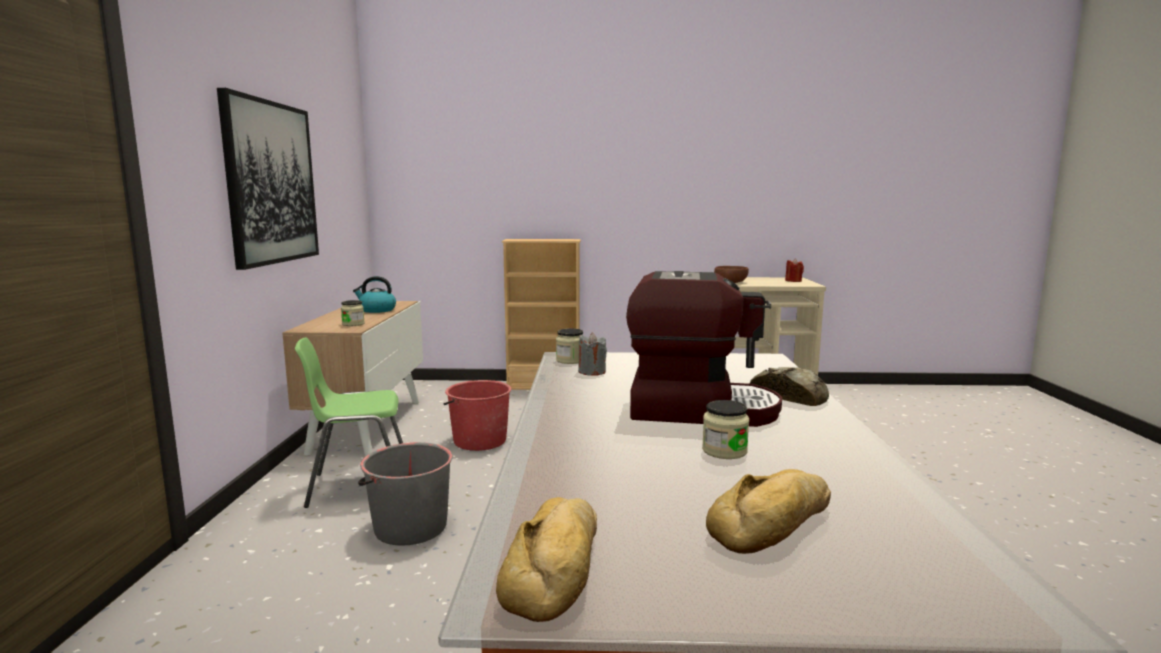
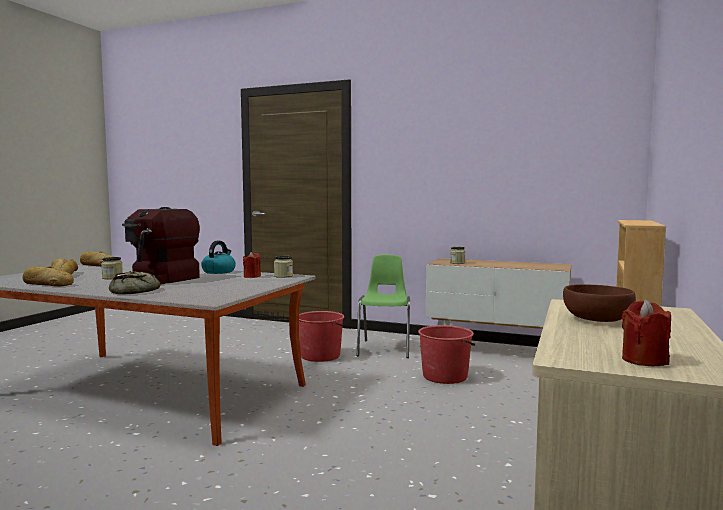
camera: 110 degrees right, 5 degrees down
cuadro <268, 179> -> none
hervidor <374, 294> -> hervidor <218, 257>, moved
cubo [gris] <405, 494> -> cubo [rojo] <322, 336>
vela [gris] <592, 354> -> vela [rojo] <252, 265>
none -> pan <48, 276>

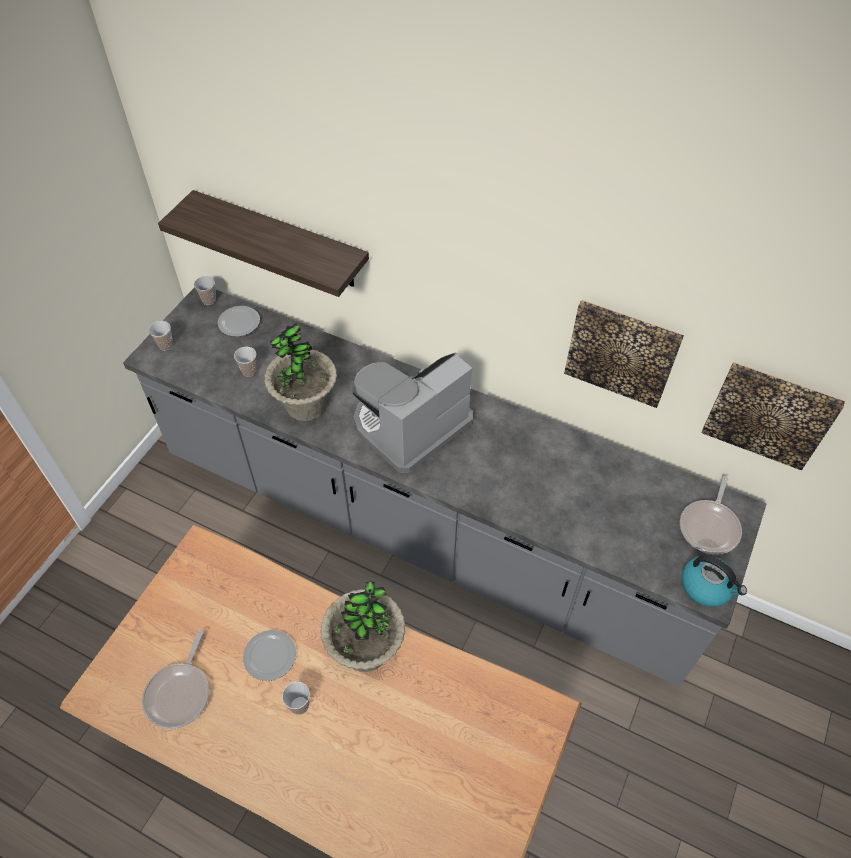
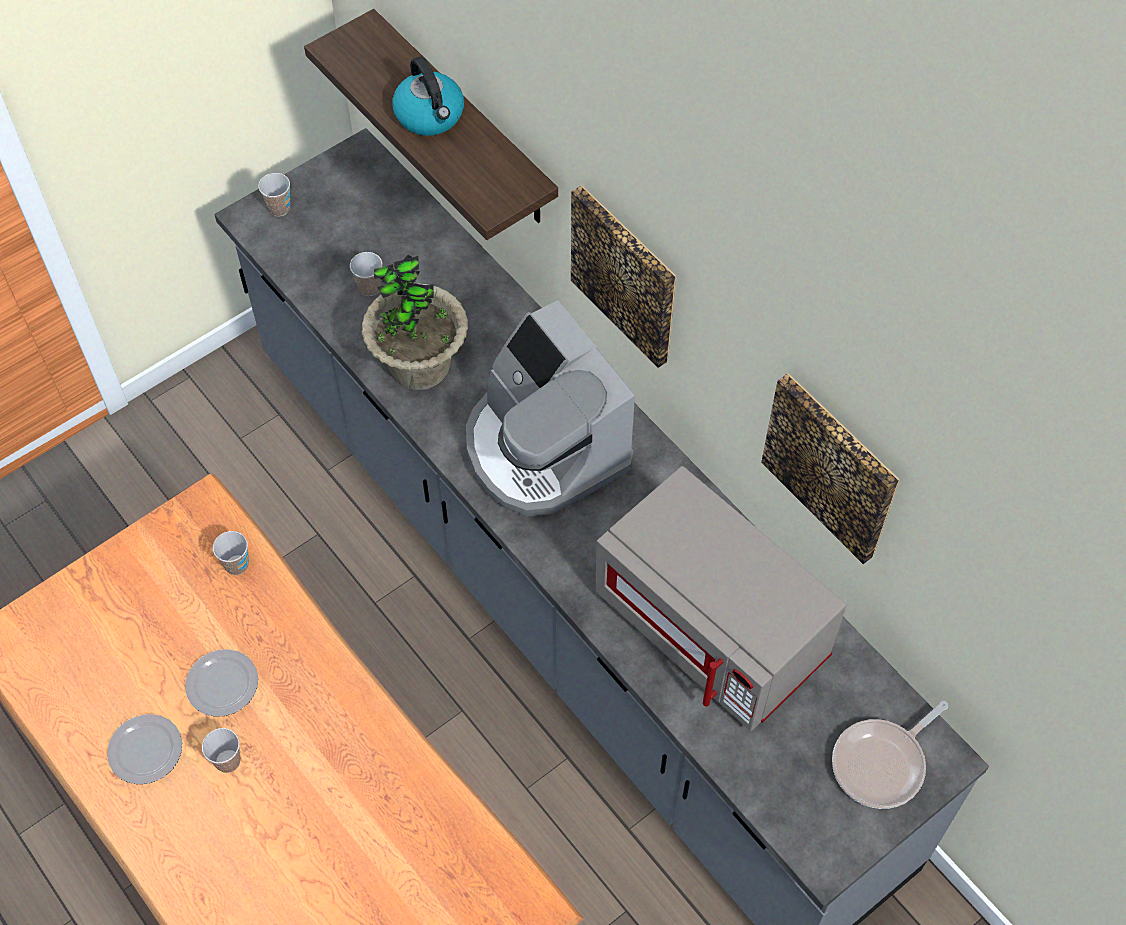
camera: 25 degrees right, 5 degrees up
sartén <175, 679> -> none
taza <205, 290> -> taza <231, 553>, moved
plato <239, 321> -> plato <144, 749>, moved
planta en maceta <362, 627> -> none
cafetera <412, 412> -> cafetera <550, 408>, 105 degrees counterclockwise
hervidor <714, 581> -> hervidor <428, 96>, moved
cuadro <773, 416> -> cuadro <623, 276>, moved
none -> microondas [gris] <721, 598>

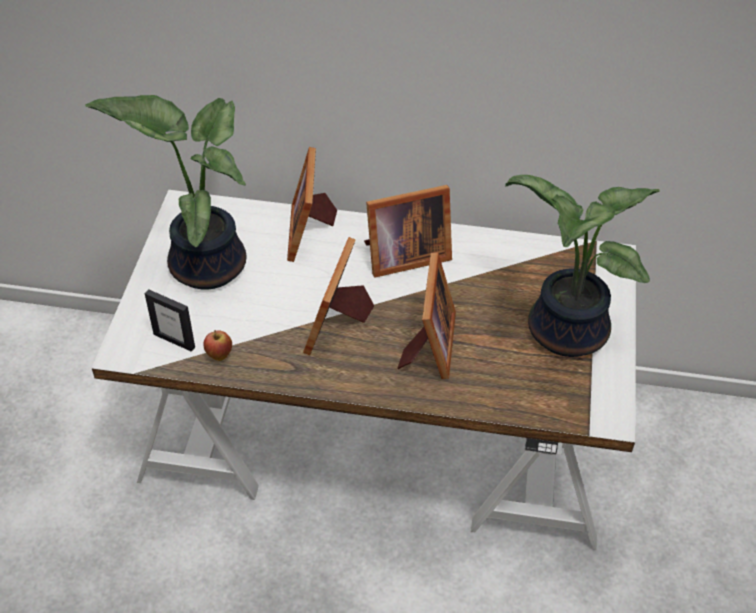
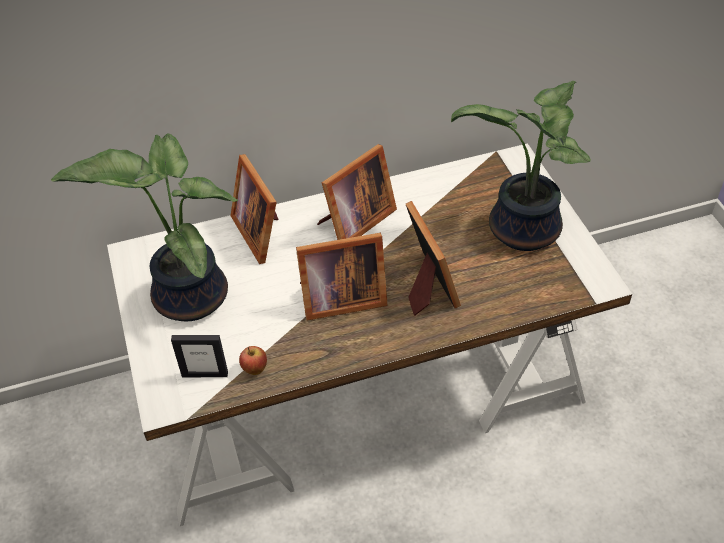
camera: 25 degrees left, 0 degrees up
portarretratos <338, 296> -> portarretratos <341, 276>, 90 degrees counterclockwise

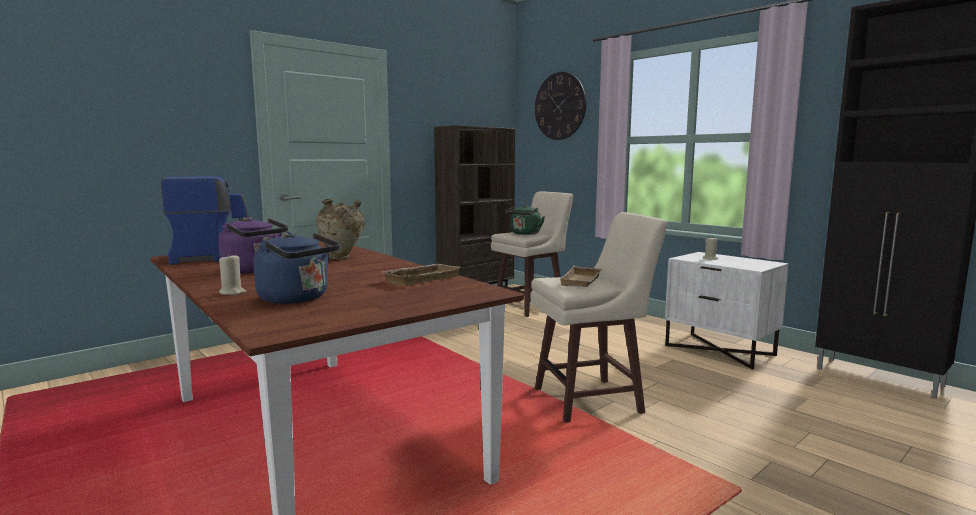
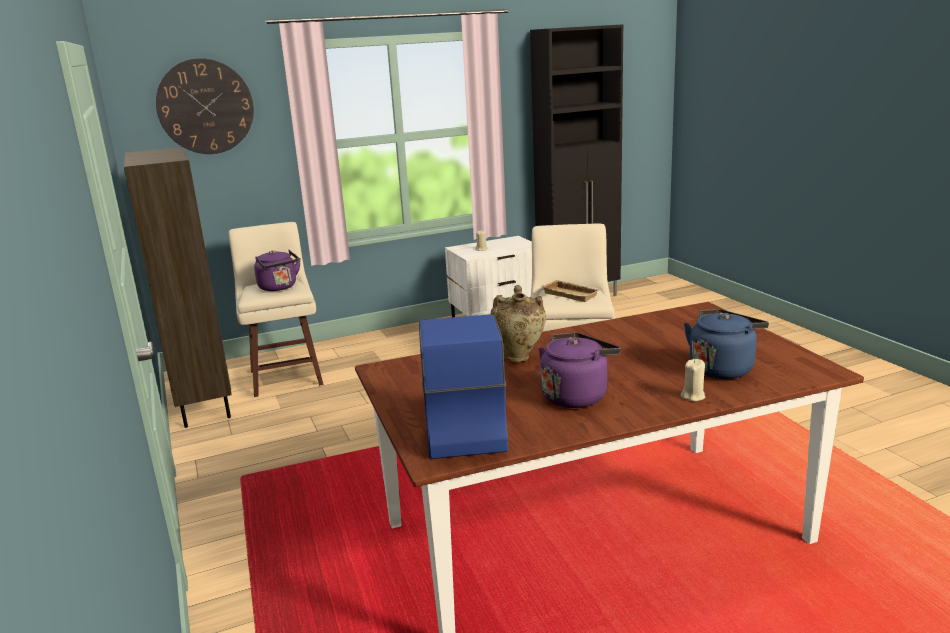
camera: 70 degrees left, 10 degrees up
bandeja [beis] <420, 275> -> none
hervidor [verde] <525, 220> -> hervidor [morado] <277, 270>

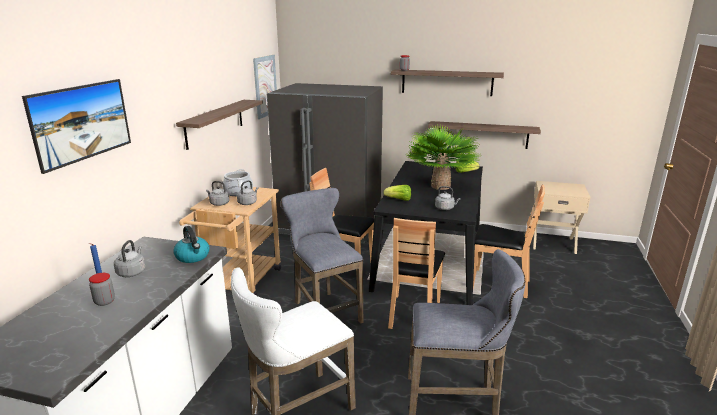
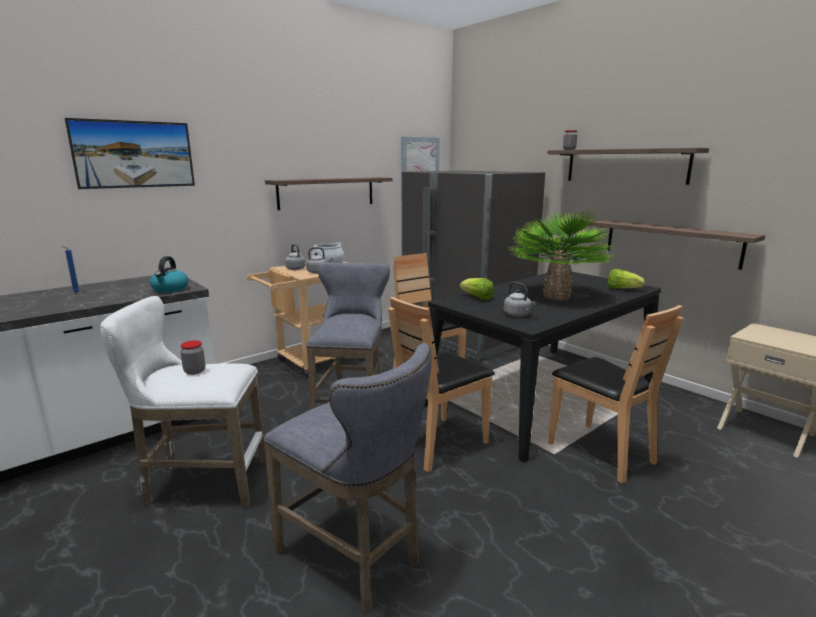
camera: 35 degrees right, 5 degrees down
tarro <102, 289> -> tarro <192, 357>, moved
hervidor [gris] <129, 258> -> none

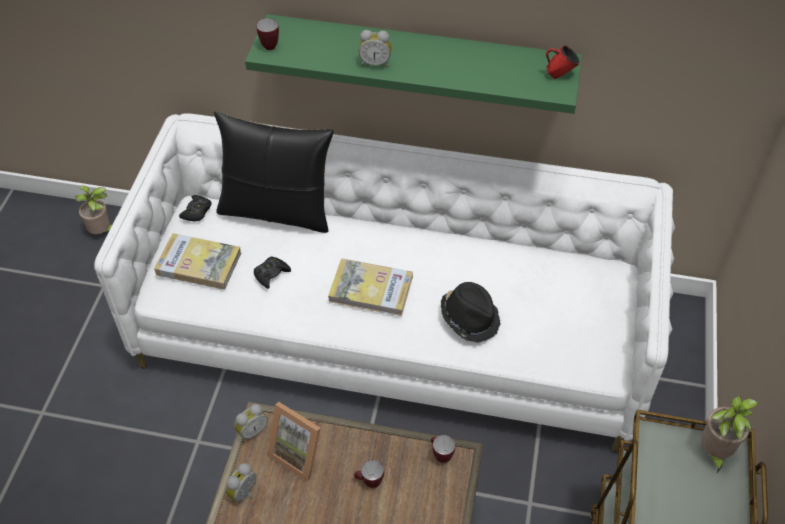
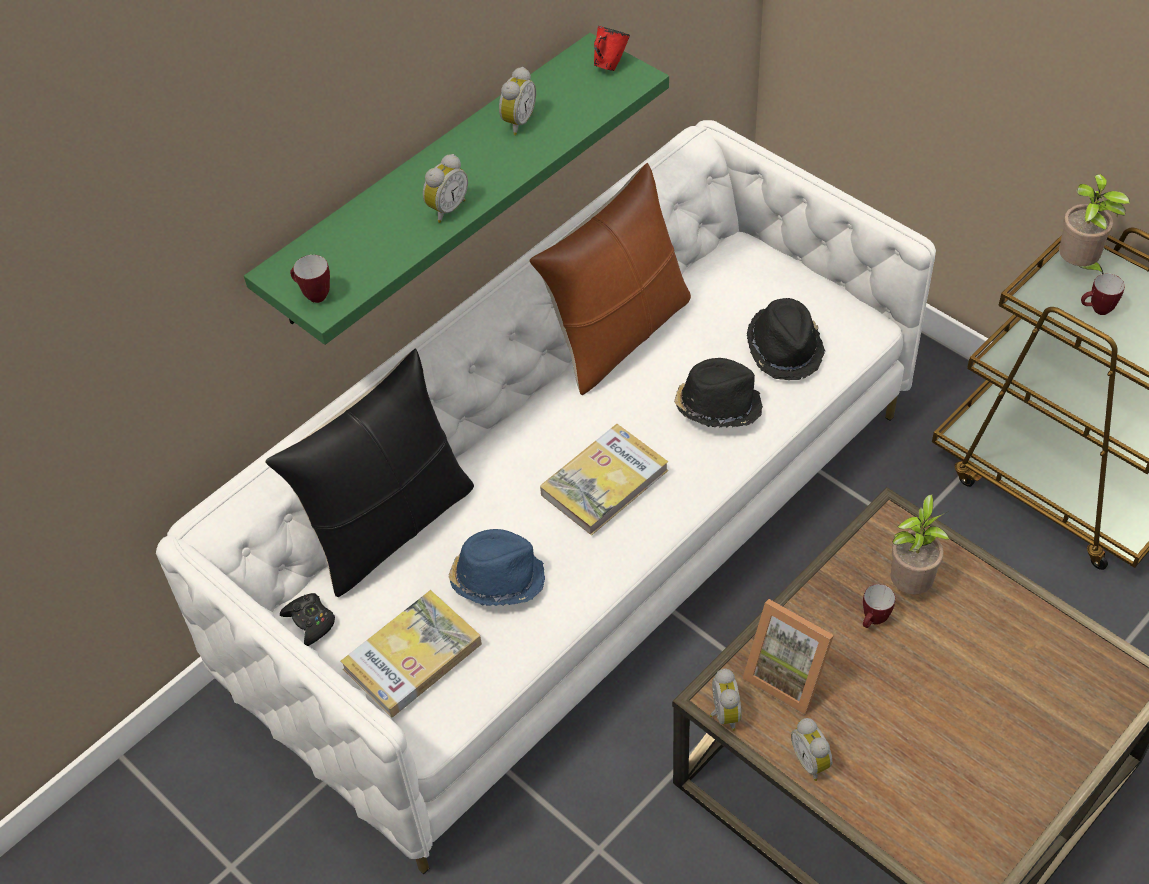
camera: 55 degrees left, 0 degrees up
planta en maceta <94, 209> -> planta en maceta <920, 544>, moved
mando de consola [negro] <272, 273> -> sombrero [azul] <496, 567>
portarretratos <294, 442> -> portarretratos <788, 657>, 60 degrees clockwise
taza grande <443, 449> -> taza grande <1103, 294>, moved
none -> despertador <517, 101>
none -> cojín [marrón] <610, 279>
none -> sombrero [negro] <786, 339>

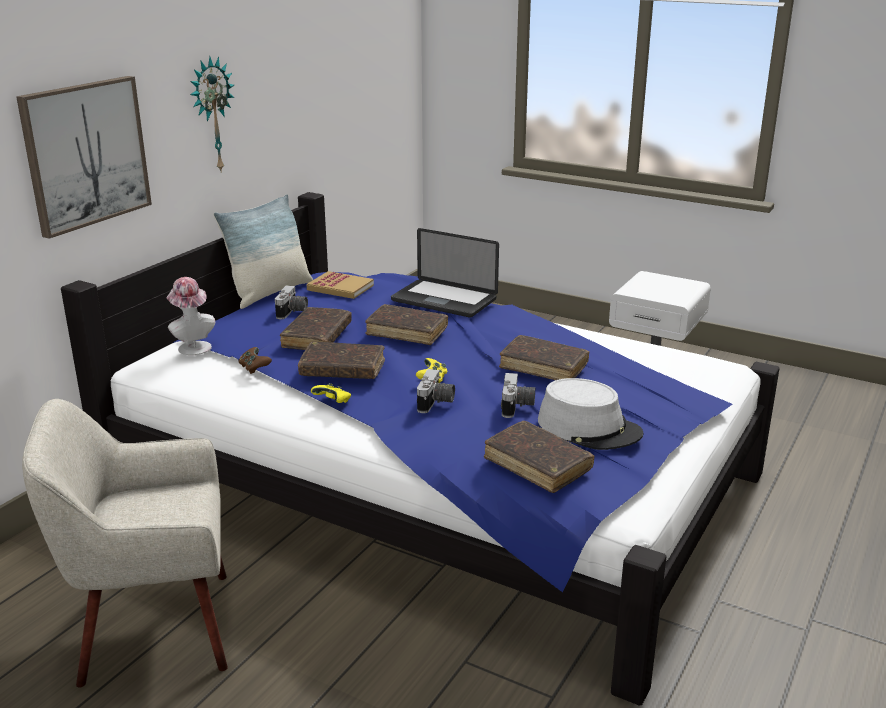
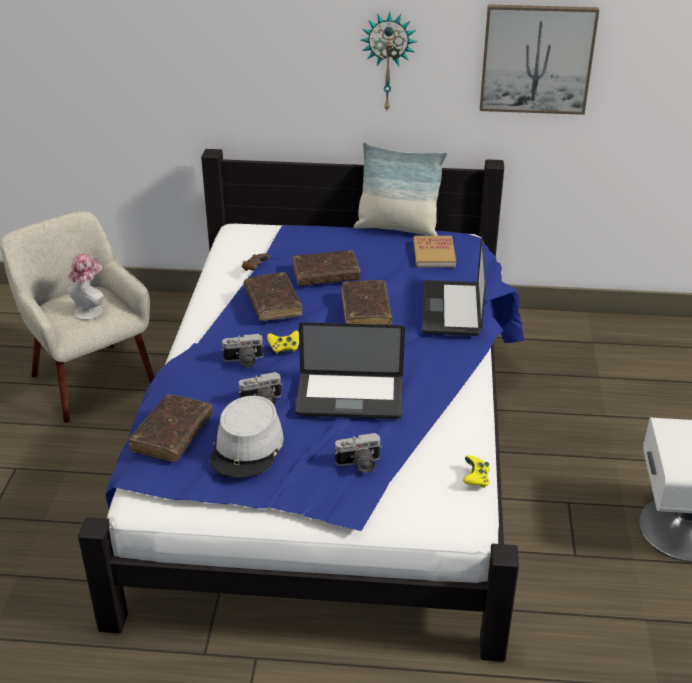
camera: 65 degrees right, 10 degrees up
cuadro <84, 157> -> cuadro <539, 59>, moved
sombrero <190, 316> -> sombrero <85, 287>, moved
cámara <291, 302> -> cámara <358, 453>, moved
mando de consola [amarillo] <331, 393> -> mando de consola [amarillo] <476, 471>, moved
libro [marrón] <544, 357> -> portátil <350, 370>

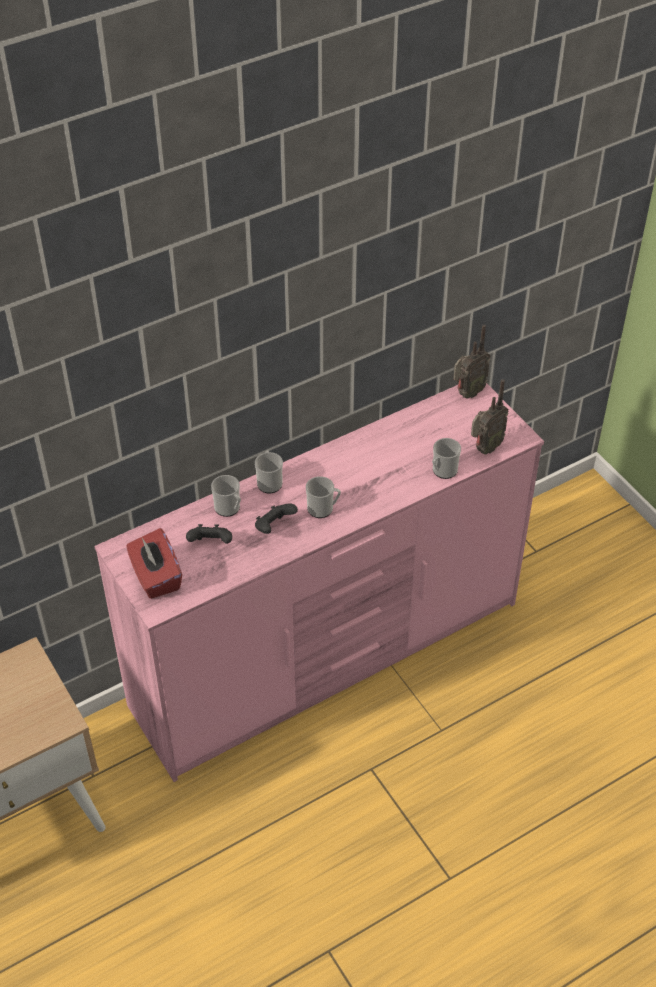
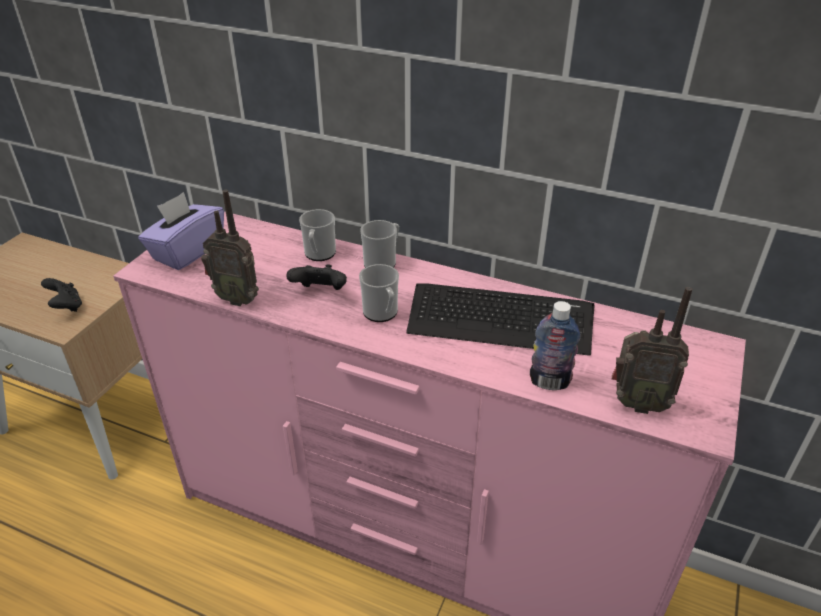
camera: 55 degrees right, 10 degrees down
caja de pañuelos [rojo] <154, 563> -> caja de pañuelos [morado] <181, 231>
mando de consola [negro] <209, 534> -> mando de consola [negro] <61, 295>, moved
taza grande <446, 458> -> botella <555, 345>
radio <471, 361> -> radio <230, 248>, moved
none -> teclado <500, 319>

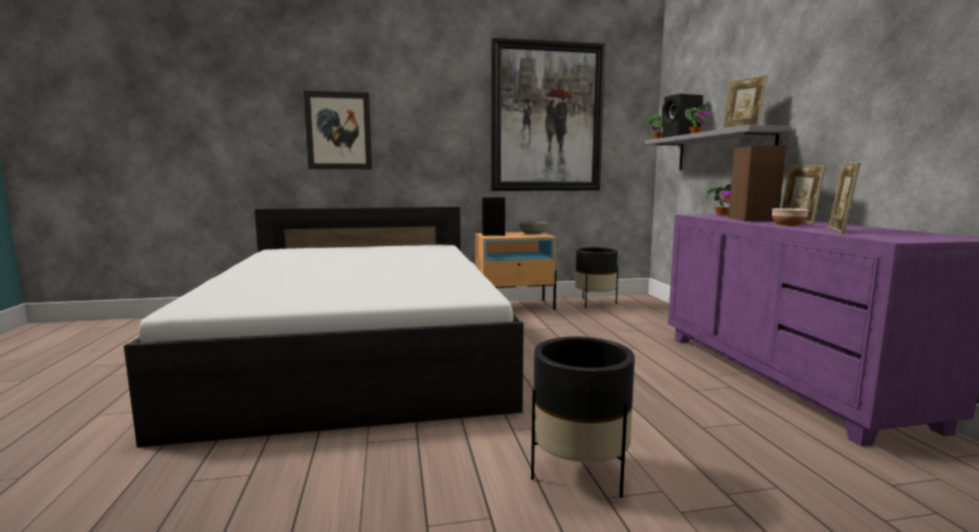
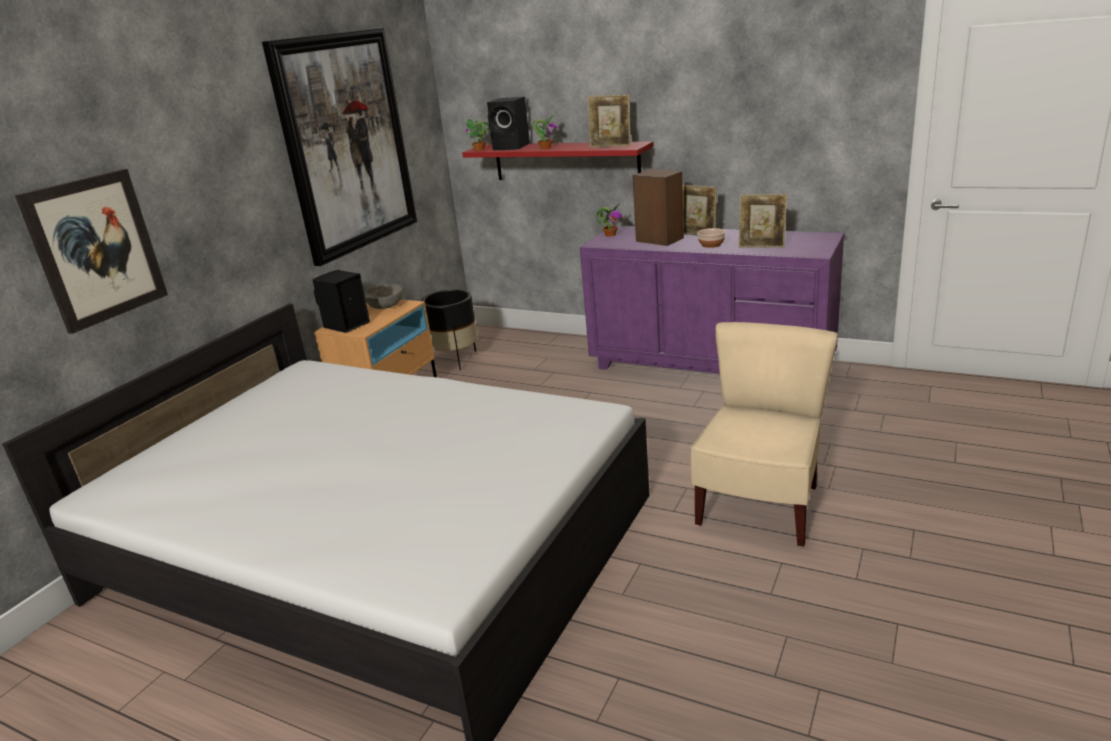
camera: 50 degrees left, 15 degrees up
maceta [negro] <583, 417> -> silla [beis] <764, 434>
estante [gris] <717, 148> -> estante [rojo] <558, 160>
portarretratos <844, 198> -> portarretratos <763, 221>, 45 degrees counterclockwise

